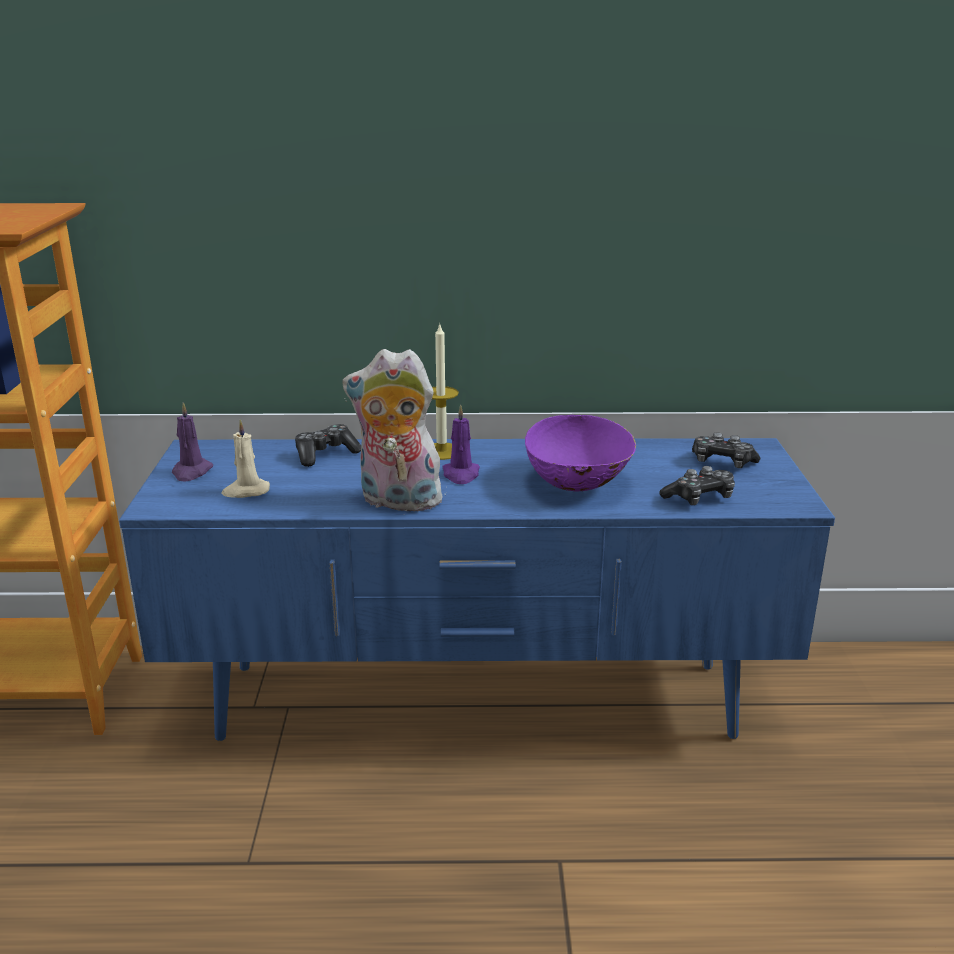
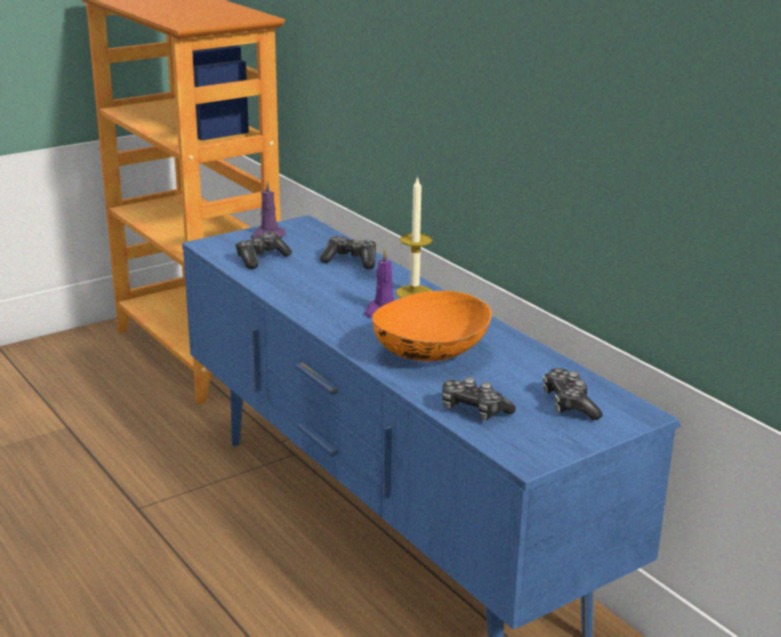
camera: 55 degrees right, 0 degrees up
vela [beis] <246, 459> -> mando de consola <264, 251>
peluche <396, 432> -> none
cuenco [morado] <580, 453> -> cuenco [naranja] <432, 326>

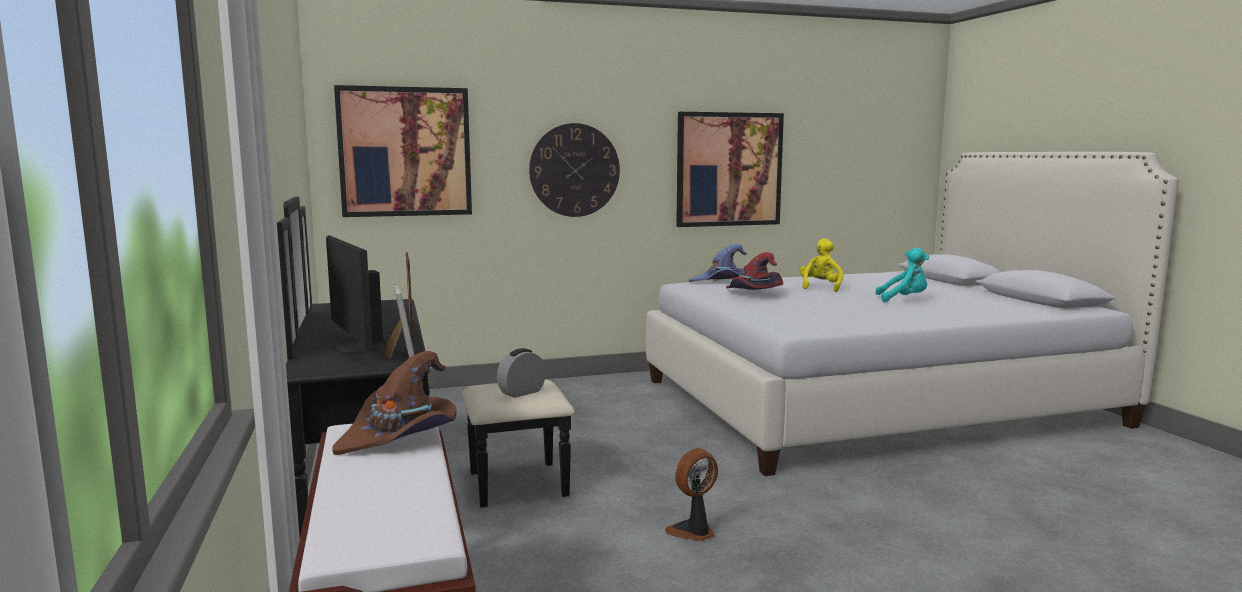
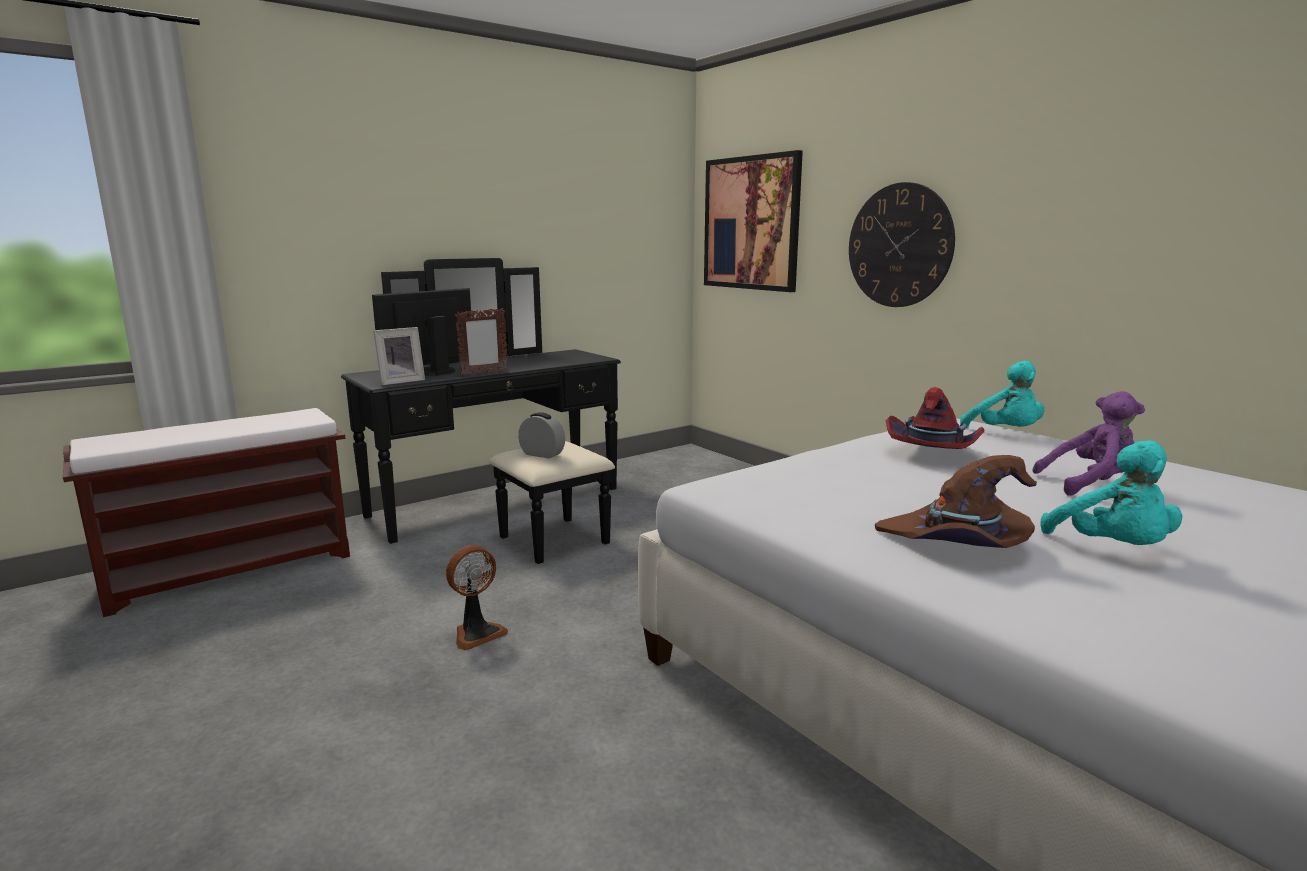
camera: 70 degrees right, 5 degrees up
sombrero [marrón] <394, 403> -> sombrero [marrón] <956, 501>, moved
ventilador <691, 494> -> ventilador <477, 597>, 105 degrees clockwise
cuadro <730, 169> -> none
sombrero [morado] <718, 263> -> peluche [turquesa] <1002, 394>
peluche [amarillo] <822, 265> -> peluche [morado] <1088, 443>

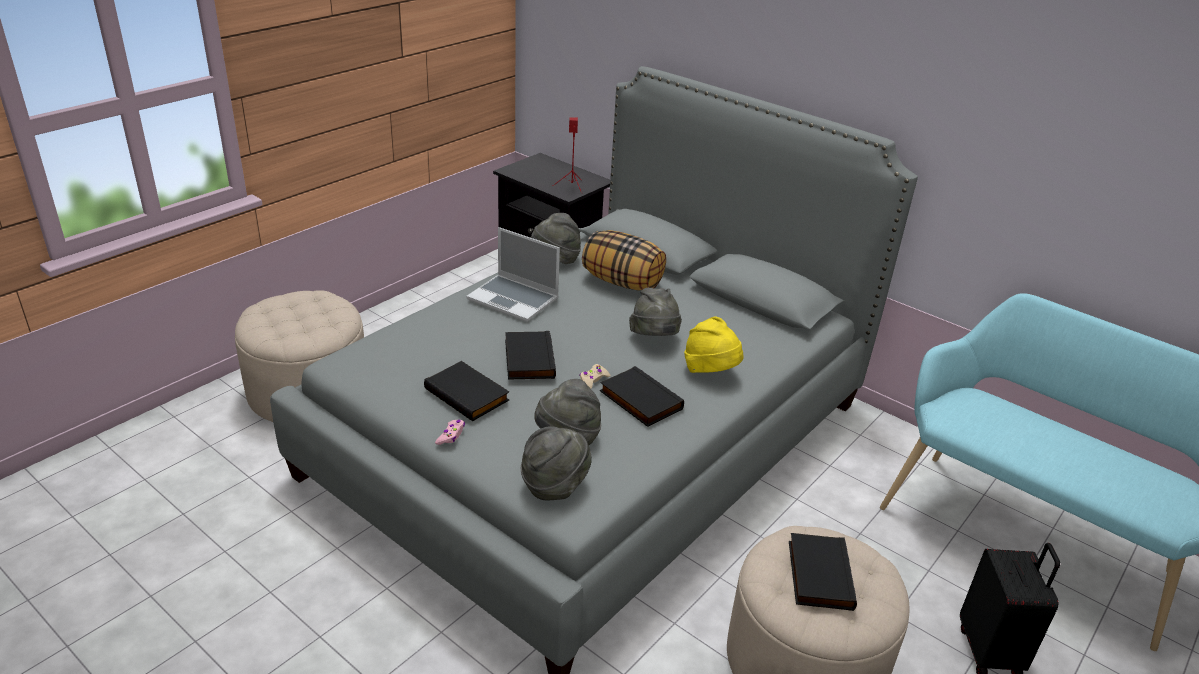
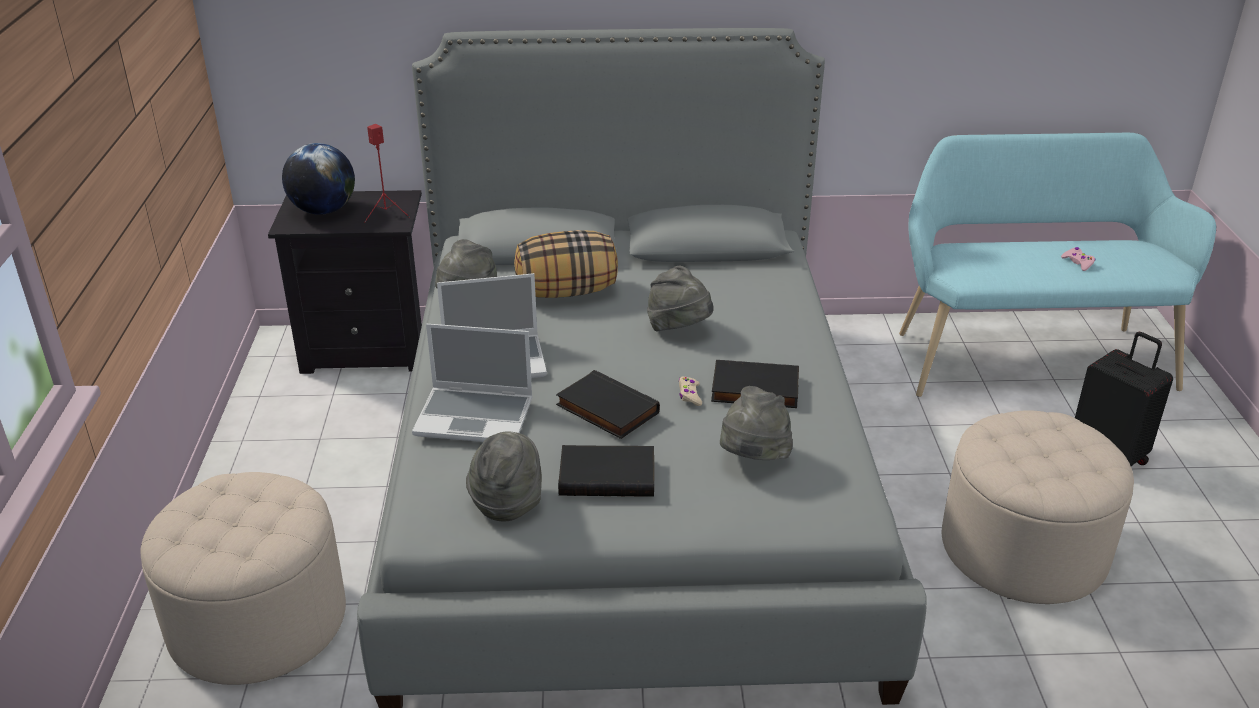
camera: 40 degrees left, 0 degrees up
mando de consola [rosa] <450, 432> -> mando de consola [rosa] <1078, 259>, moved
sombrero [gris] <556, 463> -> sombrero [gris] <504, 476>, moved
sombrero [amarillo] <713, 345> -> none
libro [negro] <823, 572> -> none
none -> globo terráqueo <318, 179>
none -> portátil <472, 383>

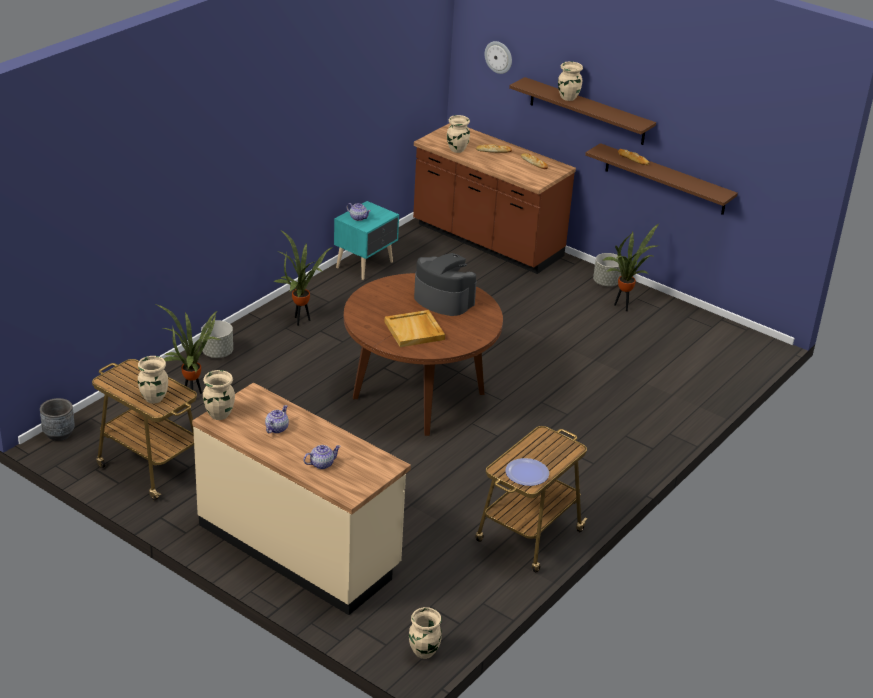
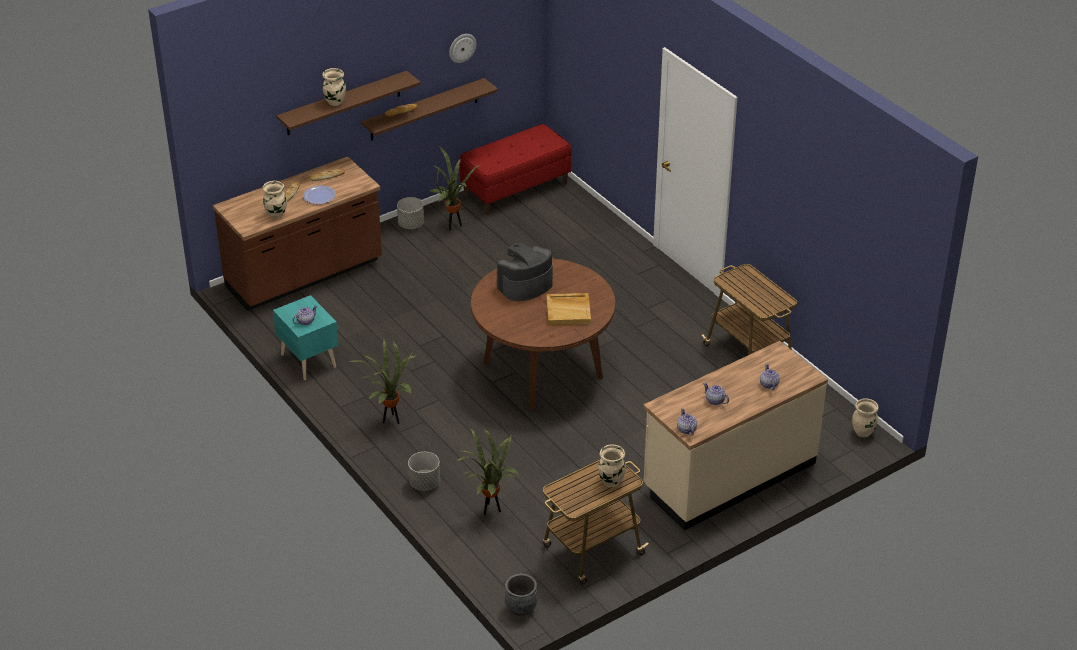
camera: 70 degrees left, 5 degrees up
florero [beis] <219, 395> -> tetera <687, 422>
reloj de pared <498, 57> -> reloj de pared <463, 48>, moved
plato <527, 472> -> plato <319, 195>, moved
none -> banco [rojo] <515, 169>

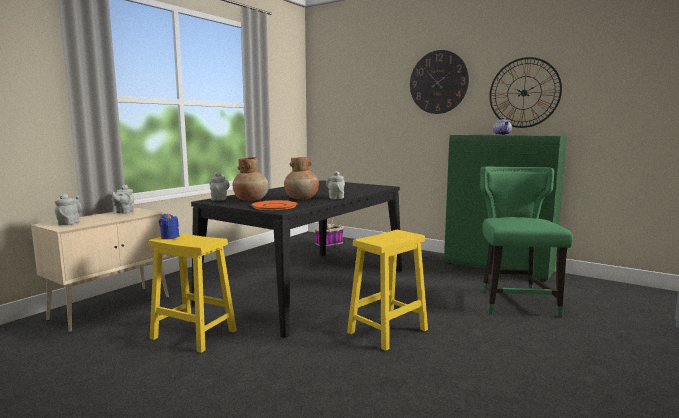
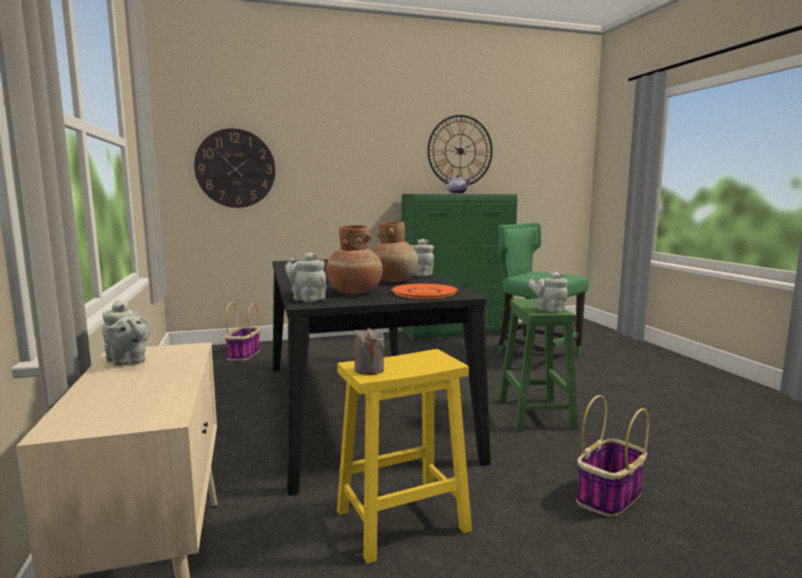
camera: 50 degrees left, 0 degrees up
tetera [gris] <68, 209> -> tetera [gris] <548, 292>, moved
vela [azul] <169, 226> -> vela [gris] <369, 351>
taburete [amarillo] <387, 290> -> taburete [verde] <538, 365>
reloj de pared <439, 82> -> reloj de pared <234, 168>, moved
none -> cesta <613, 456>

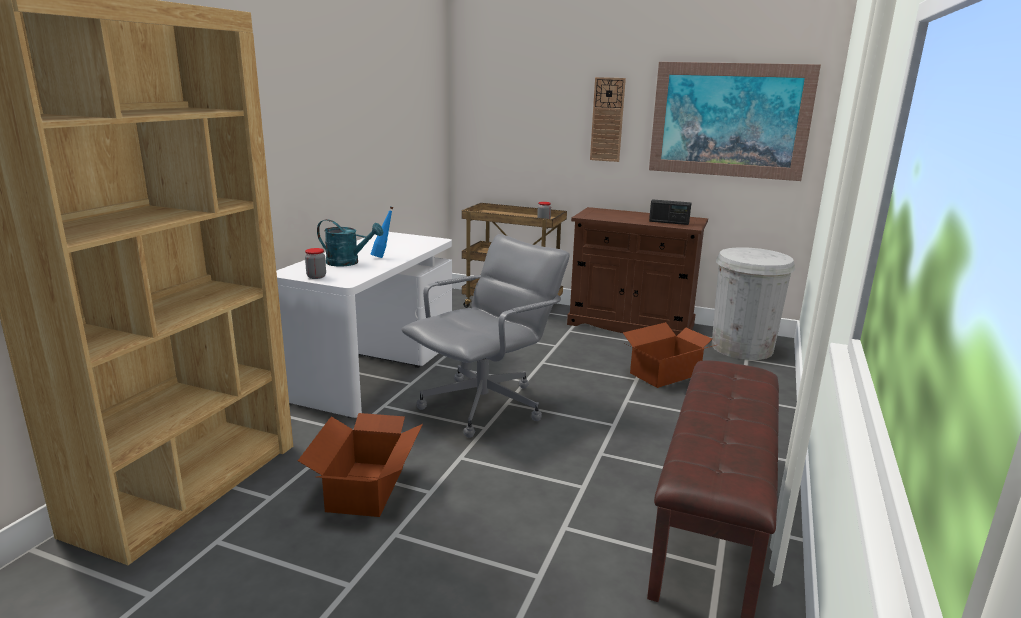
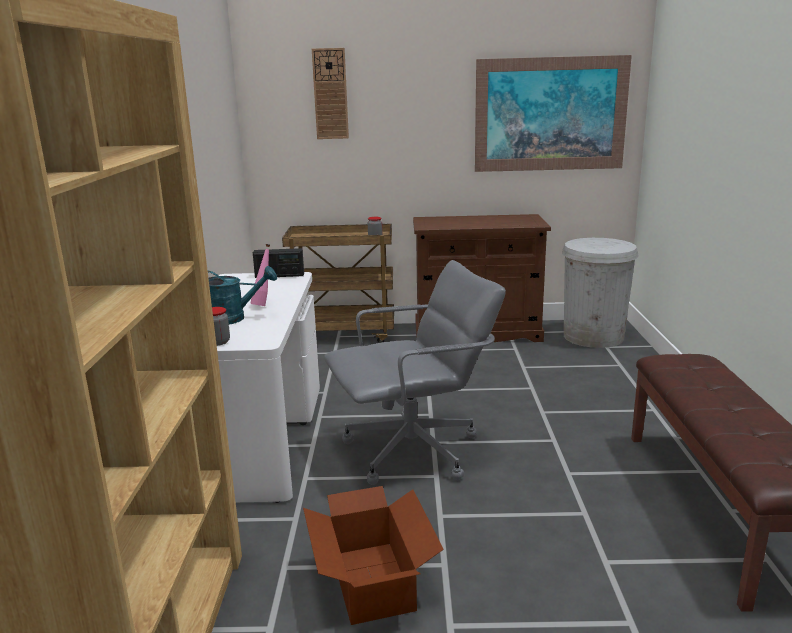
camera: 20 degrees left, 0 degrees up
botella [azul] <382, 232> -> botella [rosa] <260, 275>
silla de oficina [gris] <485, 336> -> silla de oficina [gris] <415, 372>, 45 degrees clockwise
reloj de pared <608, 119> -> reloj de pared <330, 93>, moved
caja de cartón <669, 355> -> none
radio <670, 212> -> radio <278, 263>, moved

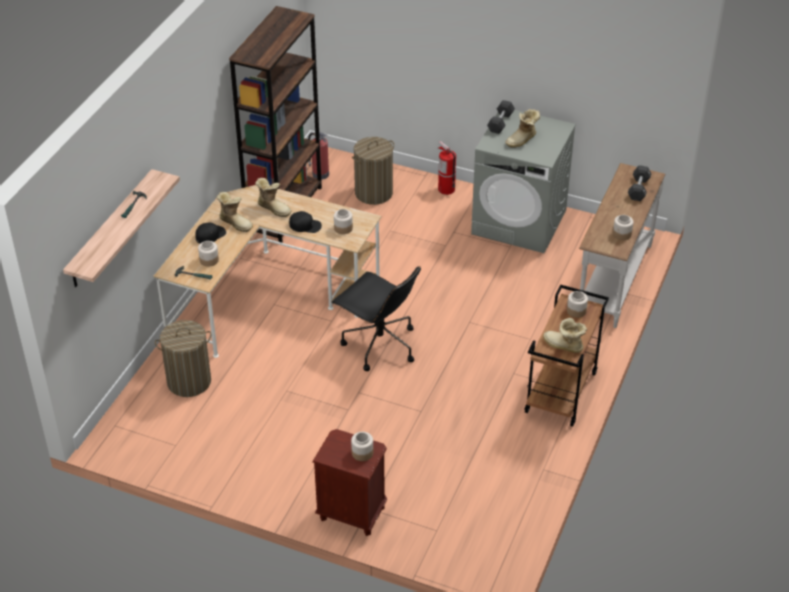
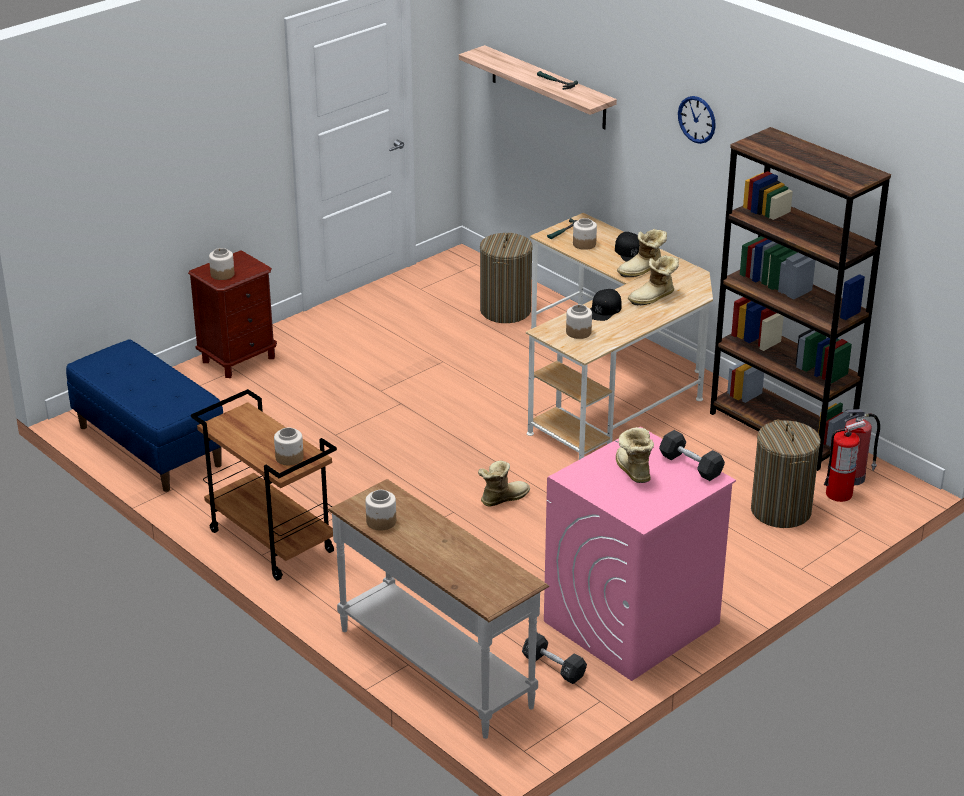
camera: 115 degrees right, 10 degrees down
silla de oficina [negro] <376, 318> -> none
extintor <447, 168> -> extintor <845, 461>, moved
lavadora [gris] <523, 181> -> lavadora [rosa] <640, 554>
bota <565, 335> -> bota <504, 484>, moved
mancuerna [negro] <639, 183> -> mancuerna [negro] <554, 658>, moved
none -> banco [azul] <144, 415>
none -> reloj de pared <697, 120>

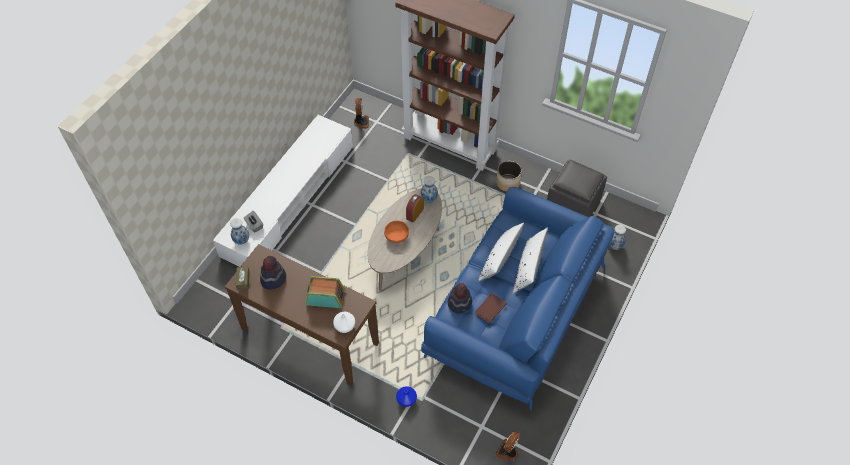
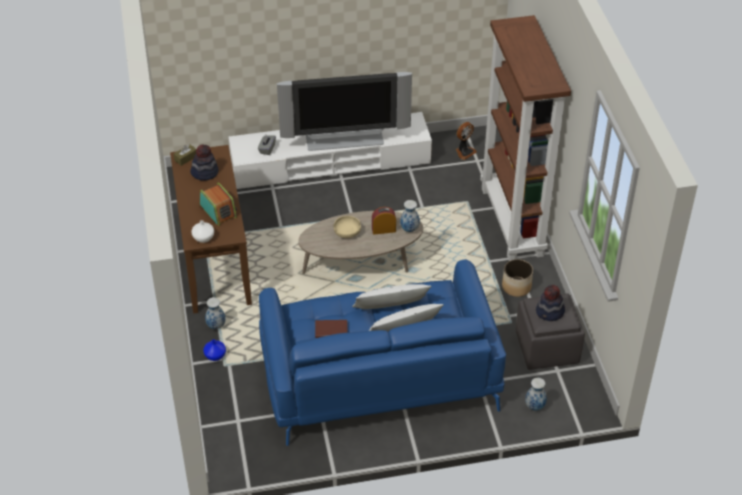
camera: 50 degrees right, 10 degrees down
florero <239, 231> -> florero <215, 313>, moved
cuenco [naranja] <396, 232> -> cuenco [beis] <347, 227>
sombrero <460, 298> -> sombrero <550, 303>, moved
ventilador <507, 446> -> none
none -> televisor <344, 111>

